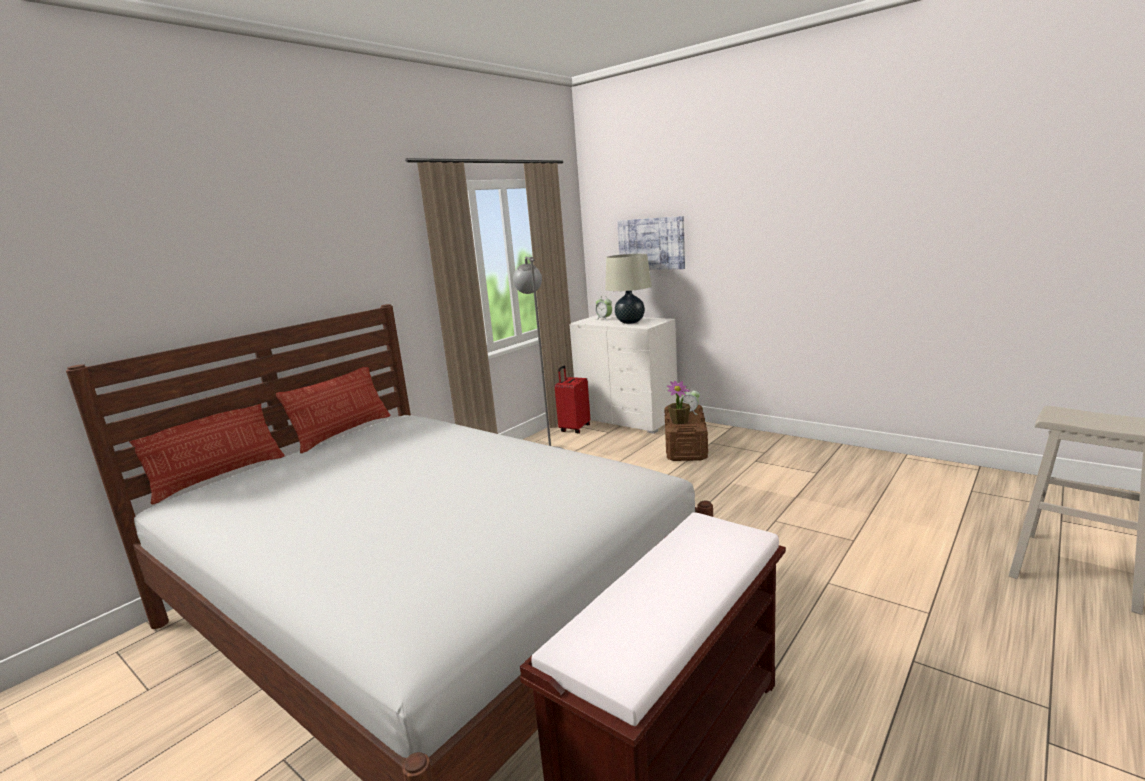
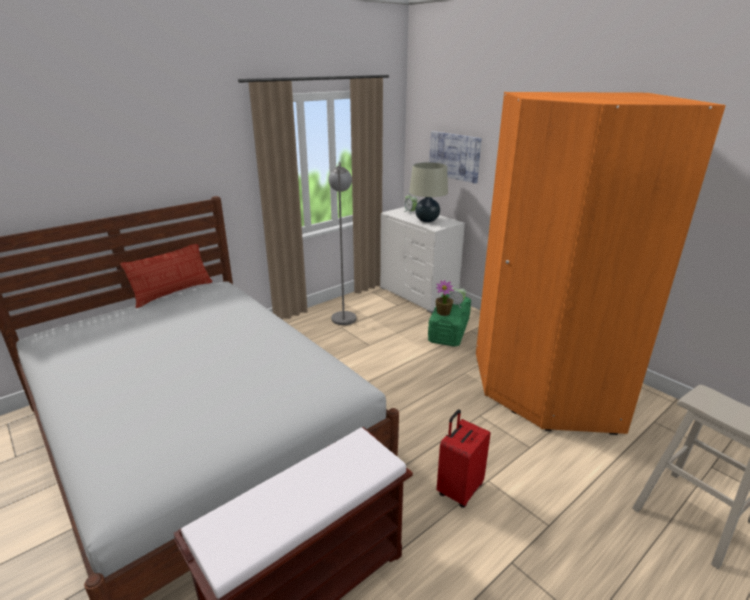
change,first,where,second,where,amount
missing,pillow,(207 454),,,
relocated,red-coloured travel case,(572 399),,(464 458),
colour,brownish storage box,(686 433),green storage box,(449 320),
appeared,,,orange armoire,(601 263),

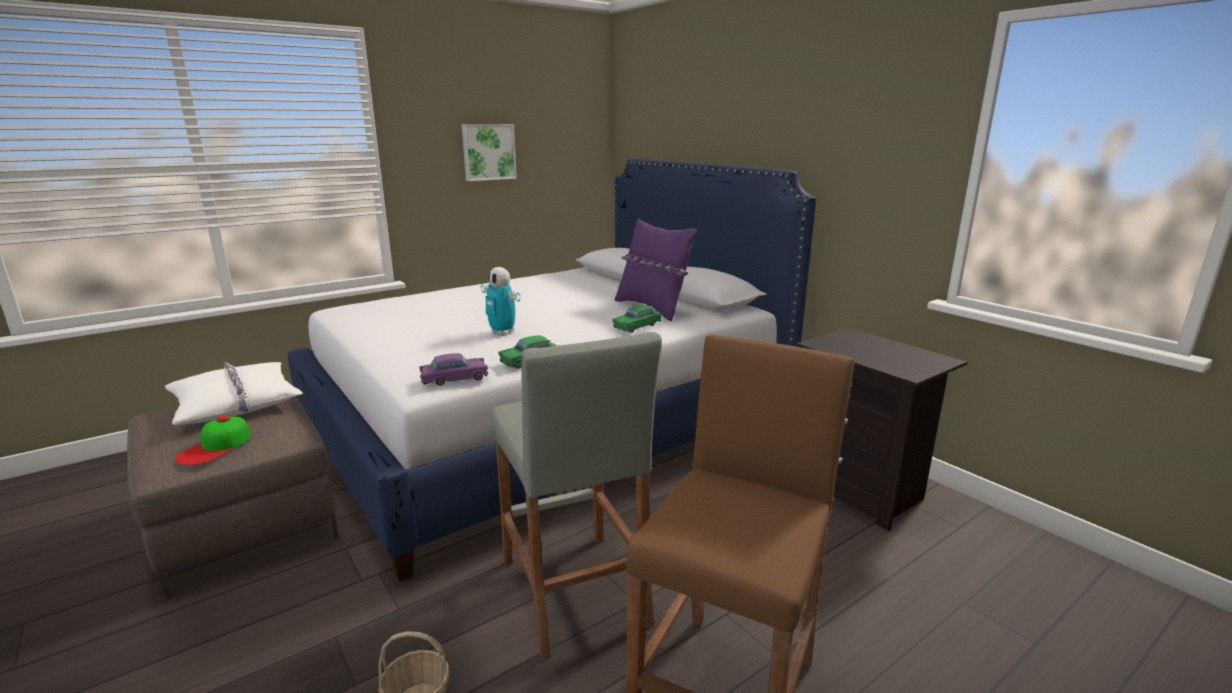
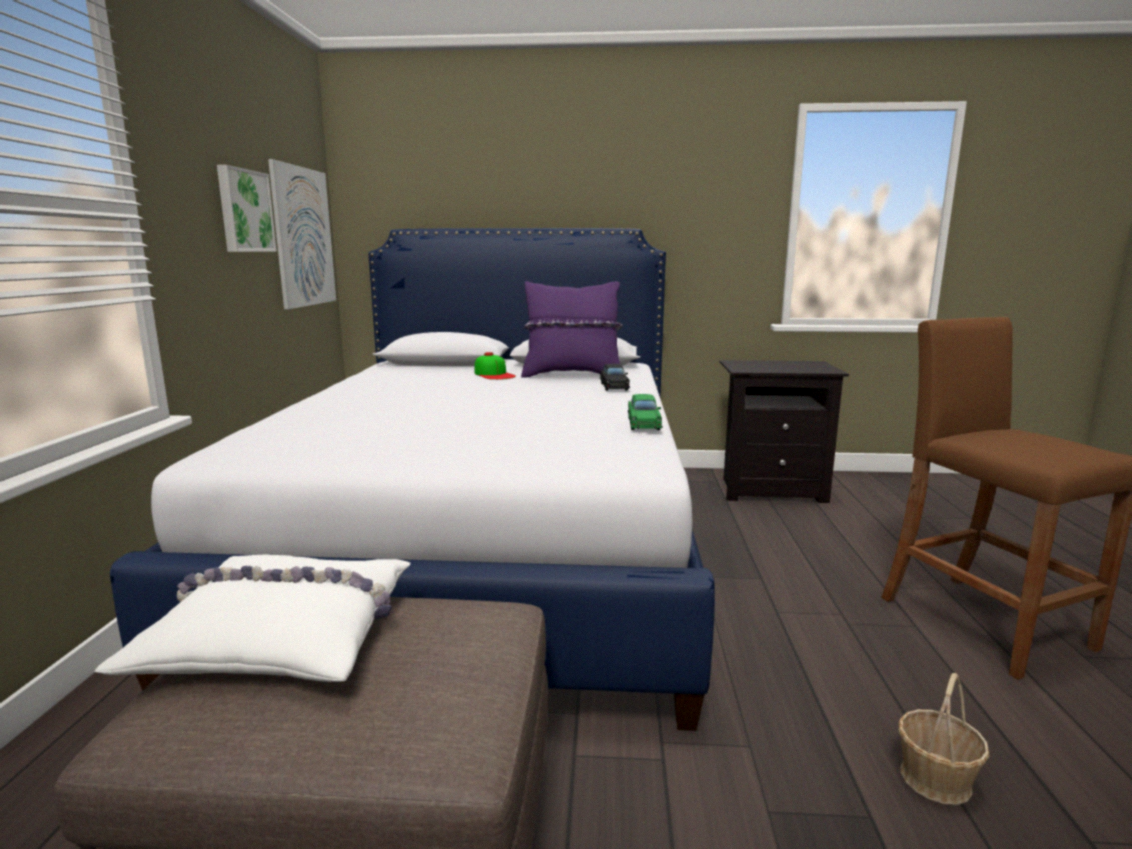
change,first,where,second,where,amount
relocated,cap,(213 440),,(495 366),
missing,purple miniature car,(453 369),,,
missing,toy robot,(501 301),,,
missing,gray stool seat,(577 496),,,
colour,green miniature car,(637 319),black miniature car,(615 377),
appeared,,,wall art,(302 234),

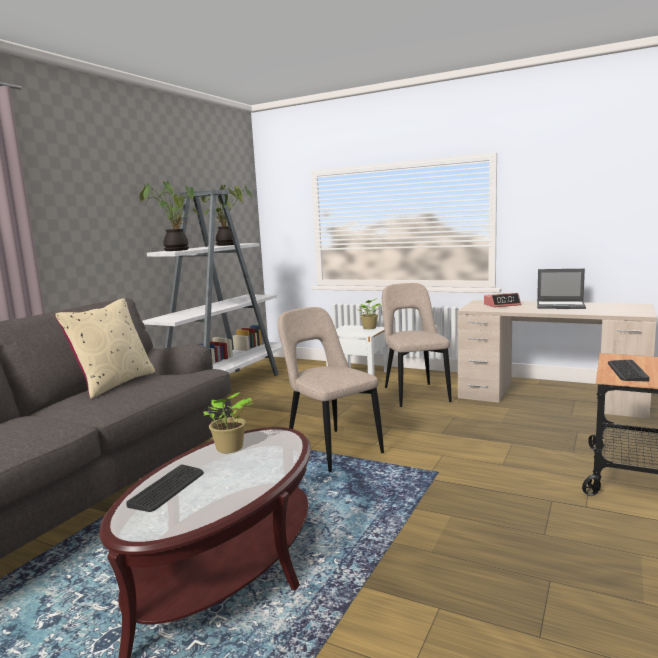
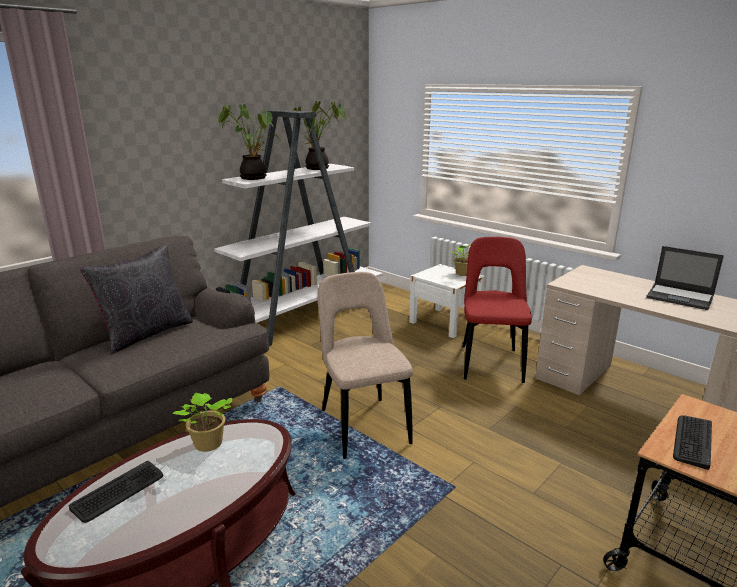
change,first,where,second,where,amount
colour,beige-coloured pillow,(105 348),black pillow,(136 299),
colour,beige-coloured chair,(417 345),red-coloured chair,(497 310),
missing,alarm clock,(502 300),,,

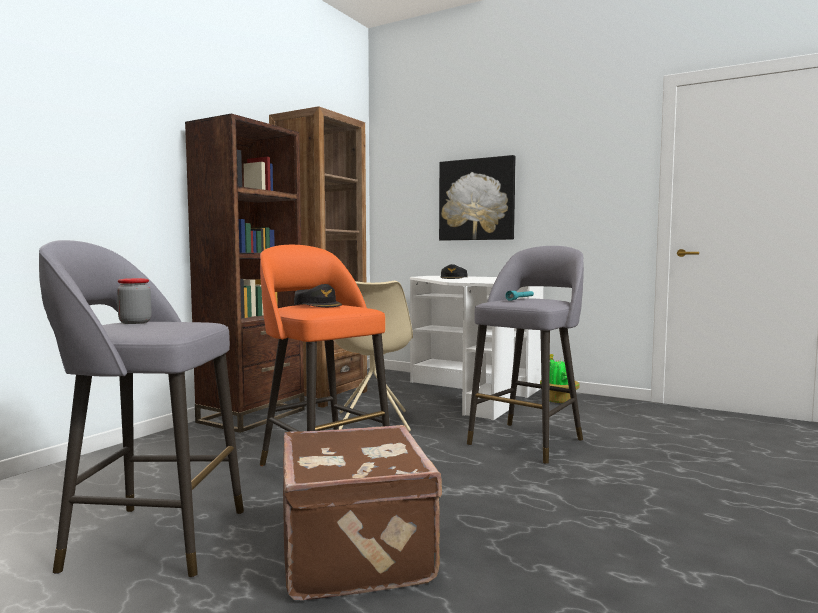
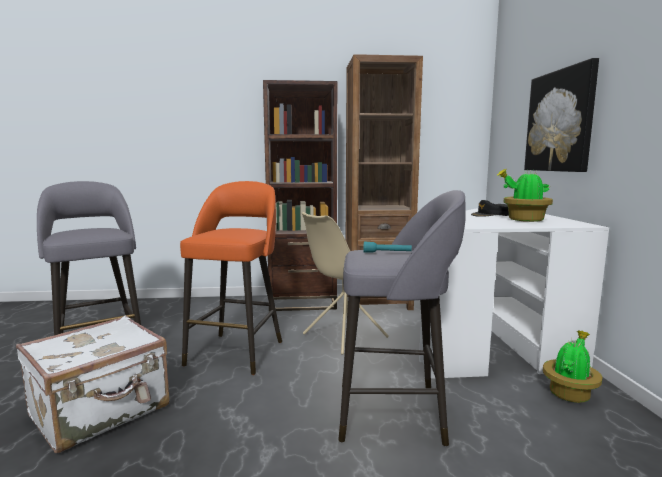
change,first,where,second,where,amount
missing,jar,(134 301),,,
colour,brownish travel case,(362 512),white travel case,(93 384),
missing,black cap,(318 295),,,
appeared,,,potted plant,(525 195),

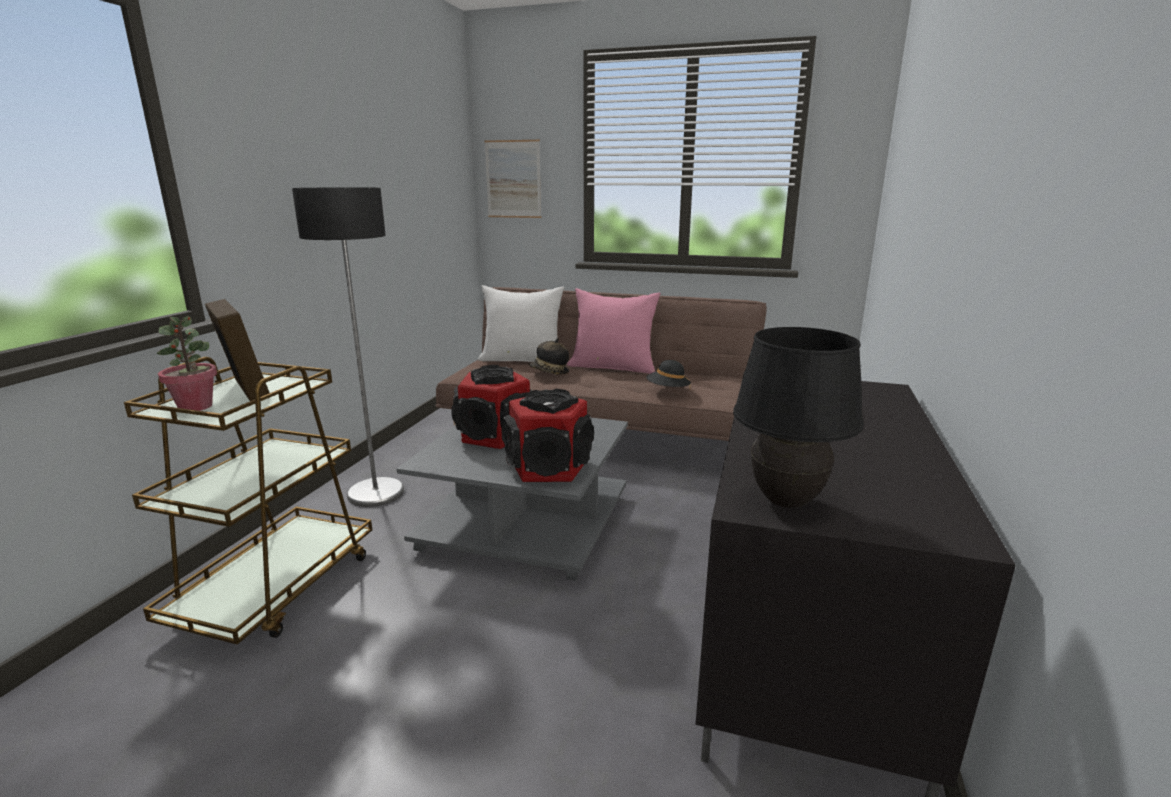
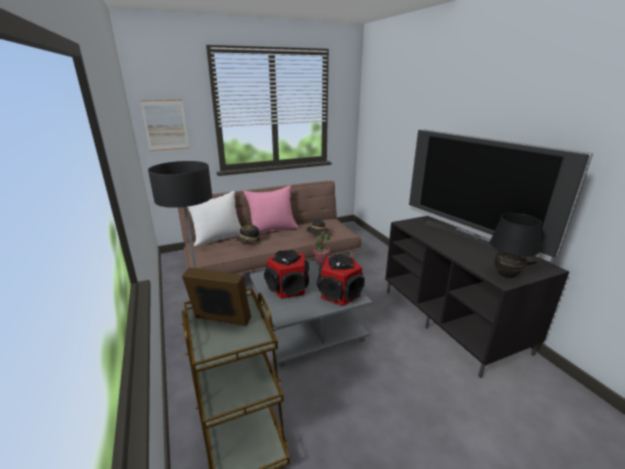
change,first,where,second,where,amount
relocated,potted plant,(187 363),,(322 248),
appeared,,,TV,(501 197),

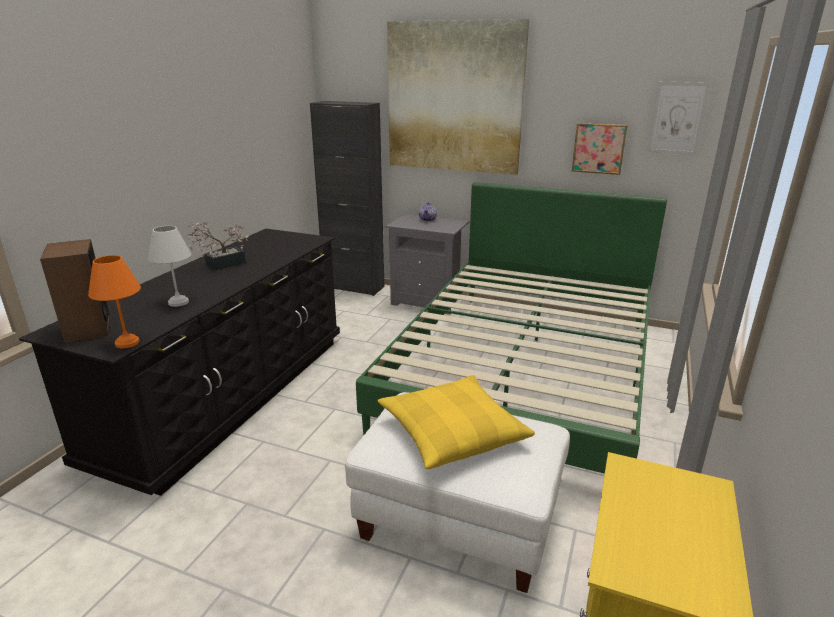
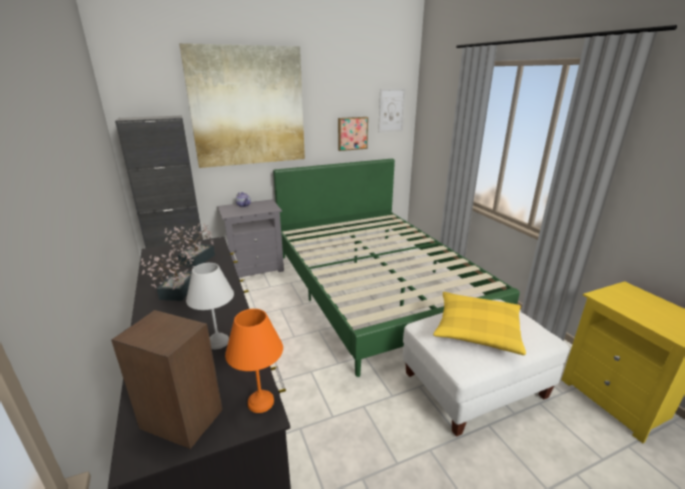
change,first,where,second,where,amount
appeared,,,potted plant,(189 246),

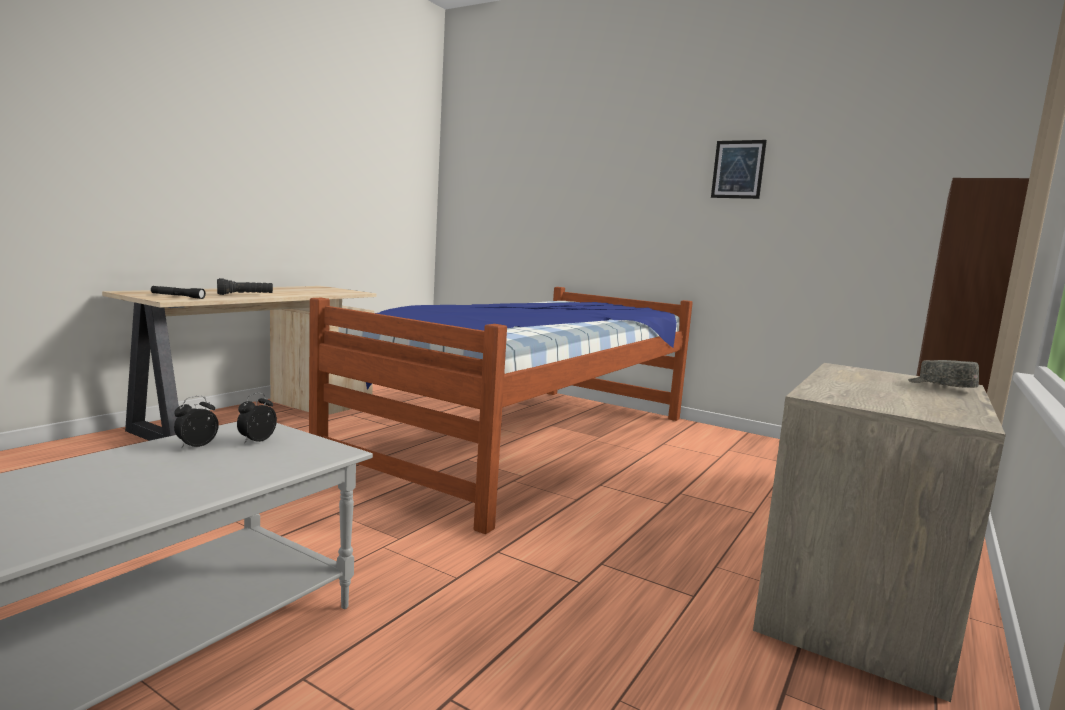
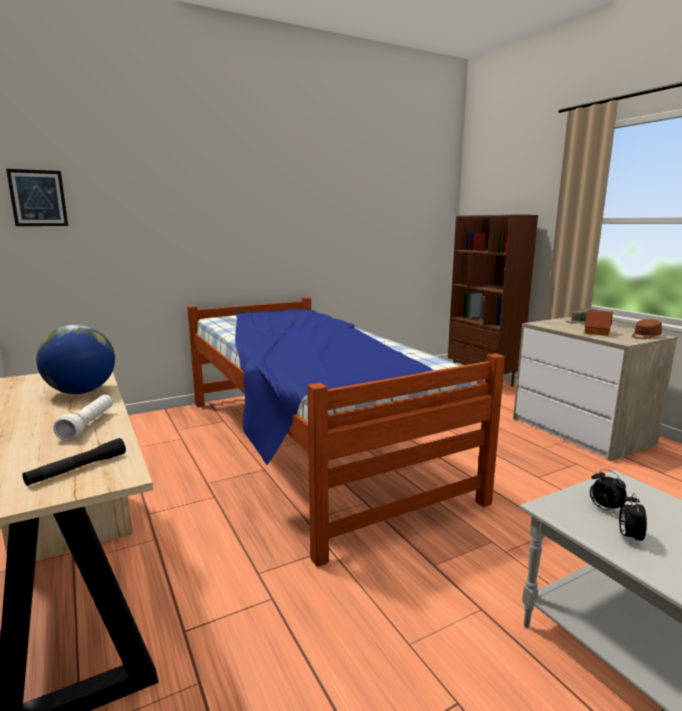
change,first,where,second,where,amount
spun,alarm clock,(196 422),,(633 518),45 degrees clockwise
colour,black hand torch,(245 286),white hand torch,(83 418),
relocated,wall art,(739 169),,(37 197),
appeared,,,world globe,(75 359),
appeared,,,model house,(598 323),
appeared,,,brownish cap,(647 329),

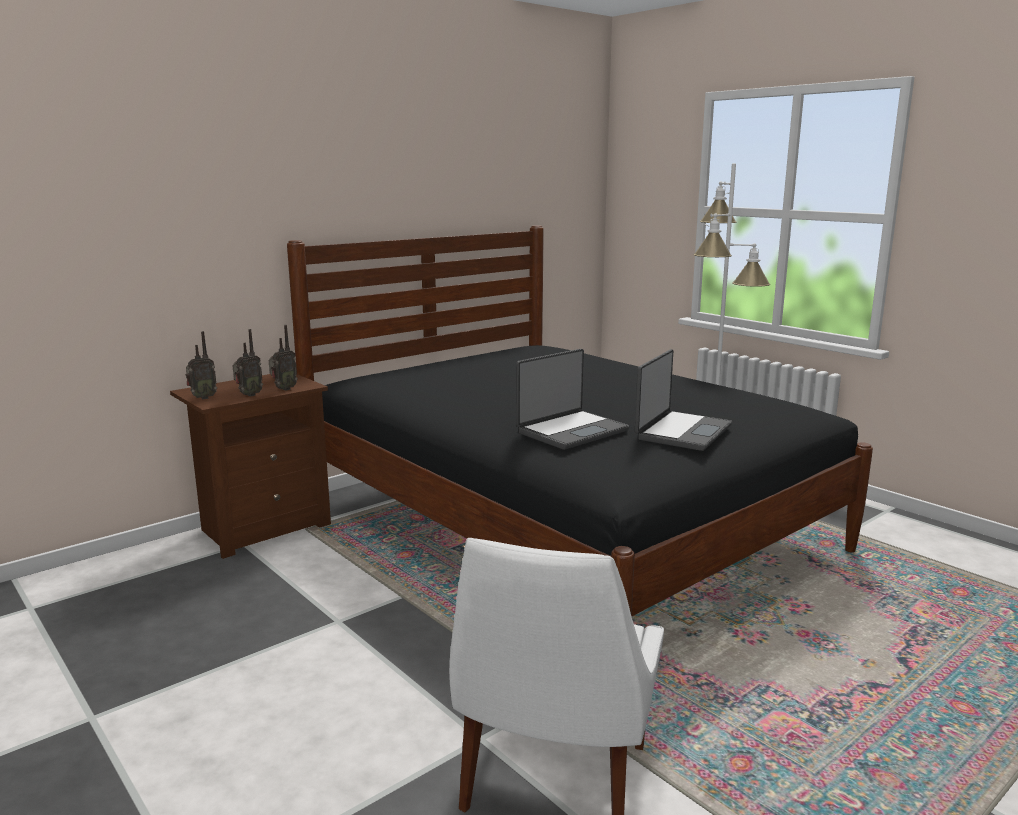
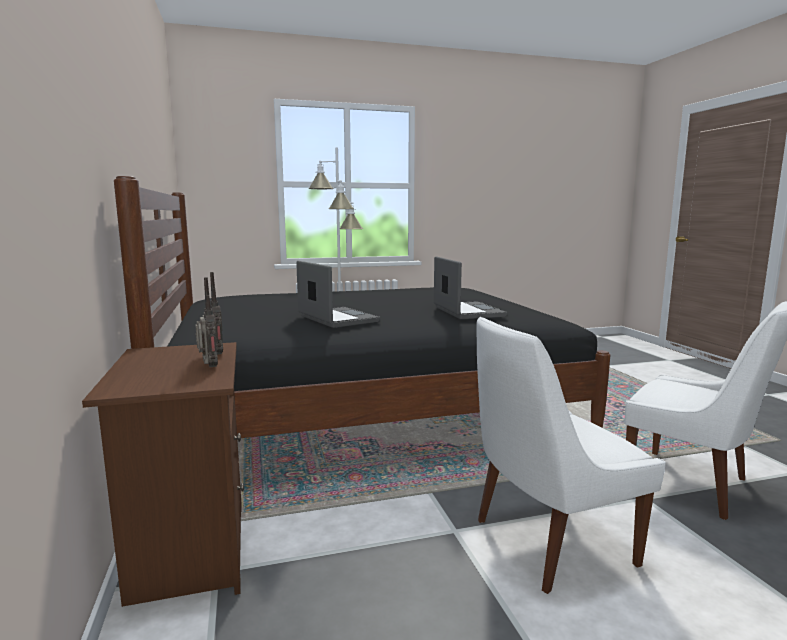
change,first,where,second,where,amount
missing,radio,(201 365),,,
relocated,laptop,(683 400),,(338 294),
appeared,,,white chair,(571 455),

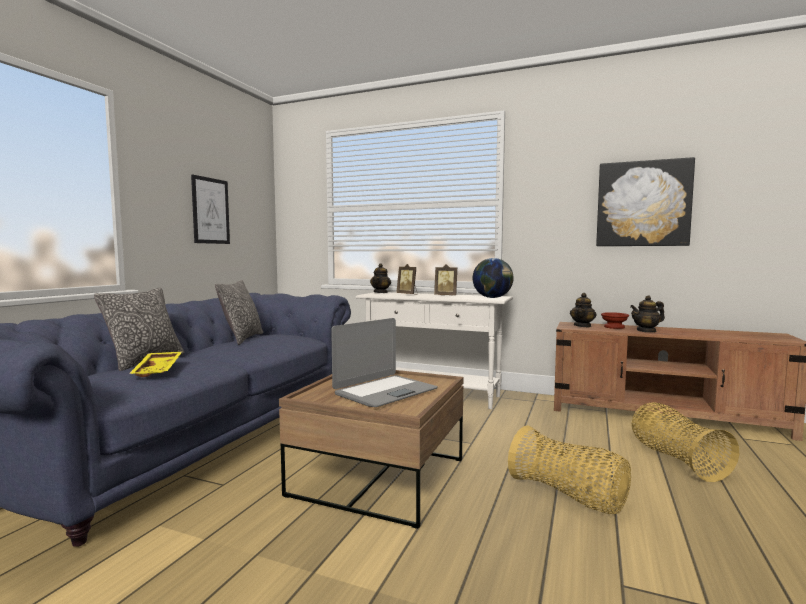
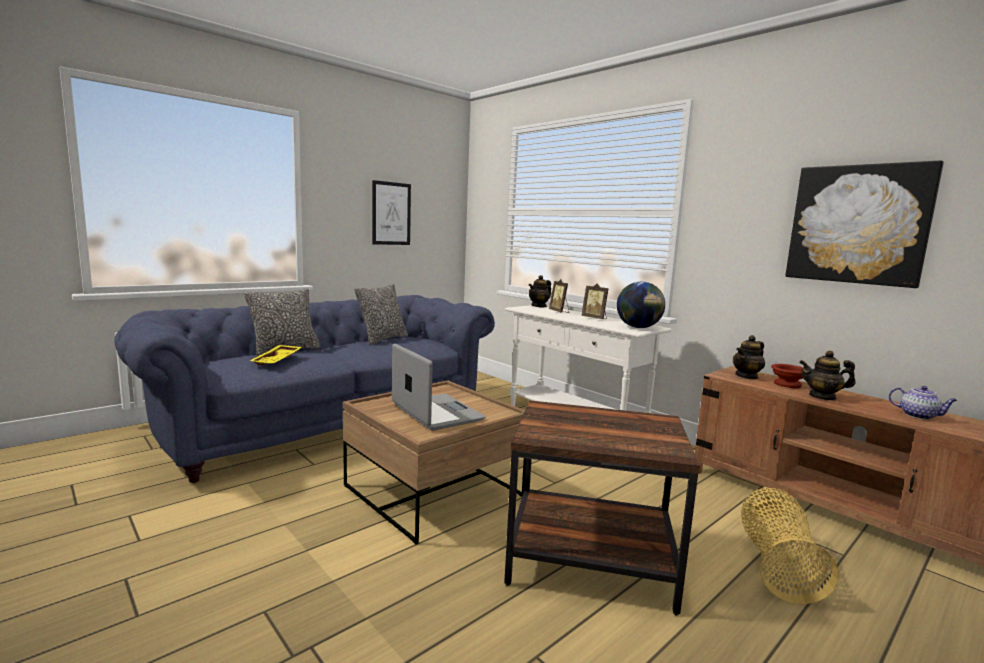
change,first,where,second,where,amount
spun,laptop,(384 362),,(439 387),105 degrees counterclockwise
exchanged,basket,(569 469),brownish accent table,(602 508),
appeared,,,tea pot,(923 403),

